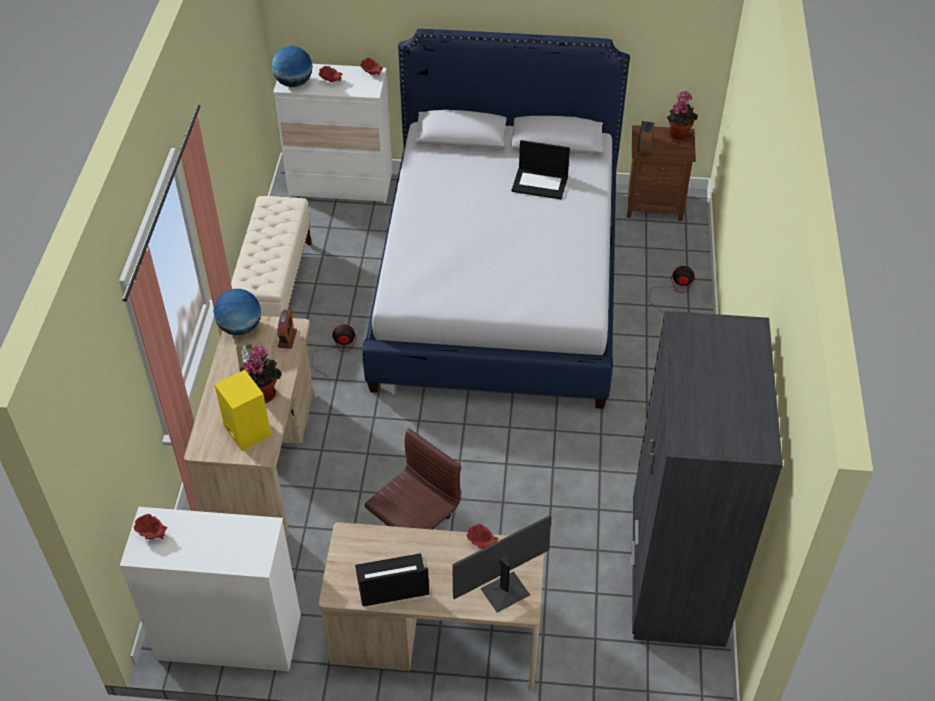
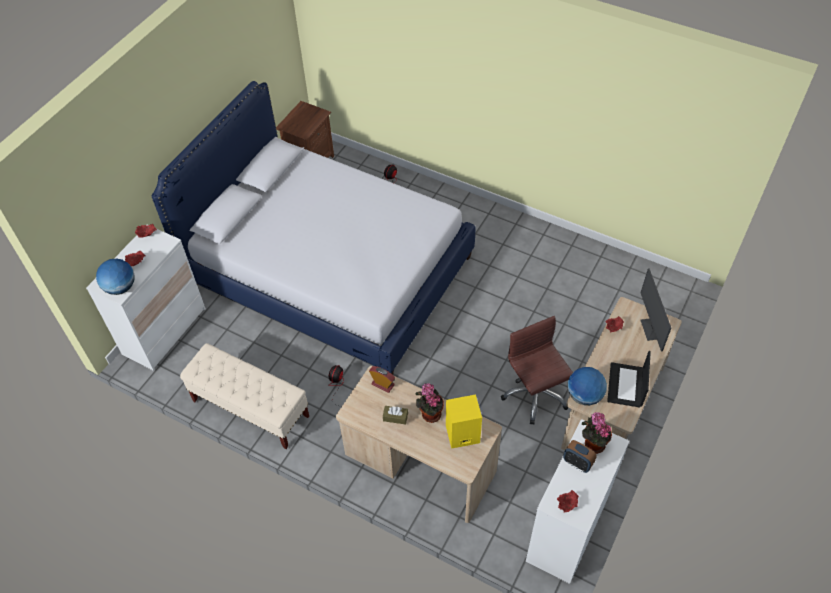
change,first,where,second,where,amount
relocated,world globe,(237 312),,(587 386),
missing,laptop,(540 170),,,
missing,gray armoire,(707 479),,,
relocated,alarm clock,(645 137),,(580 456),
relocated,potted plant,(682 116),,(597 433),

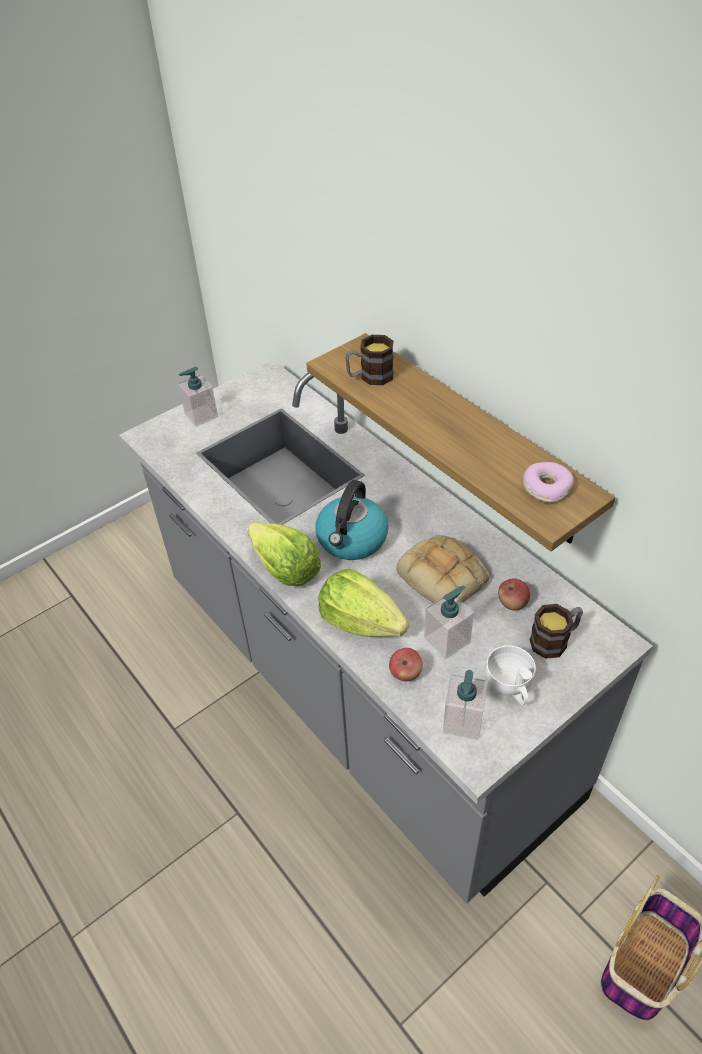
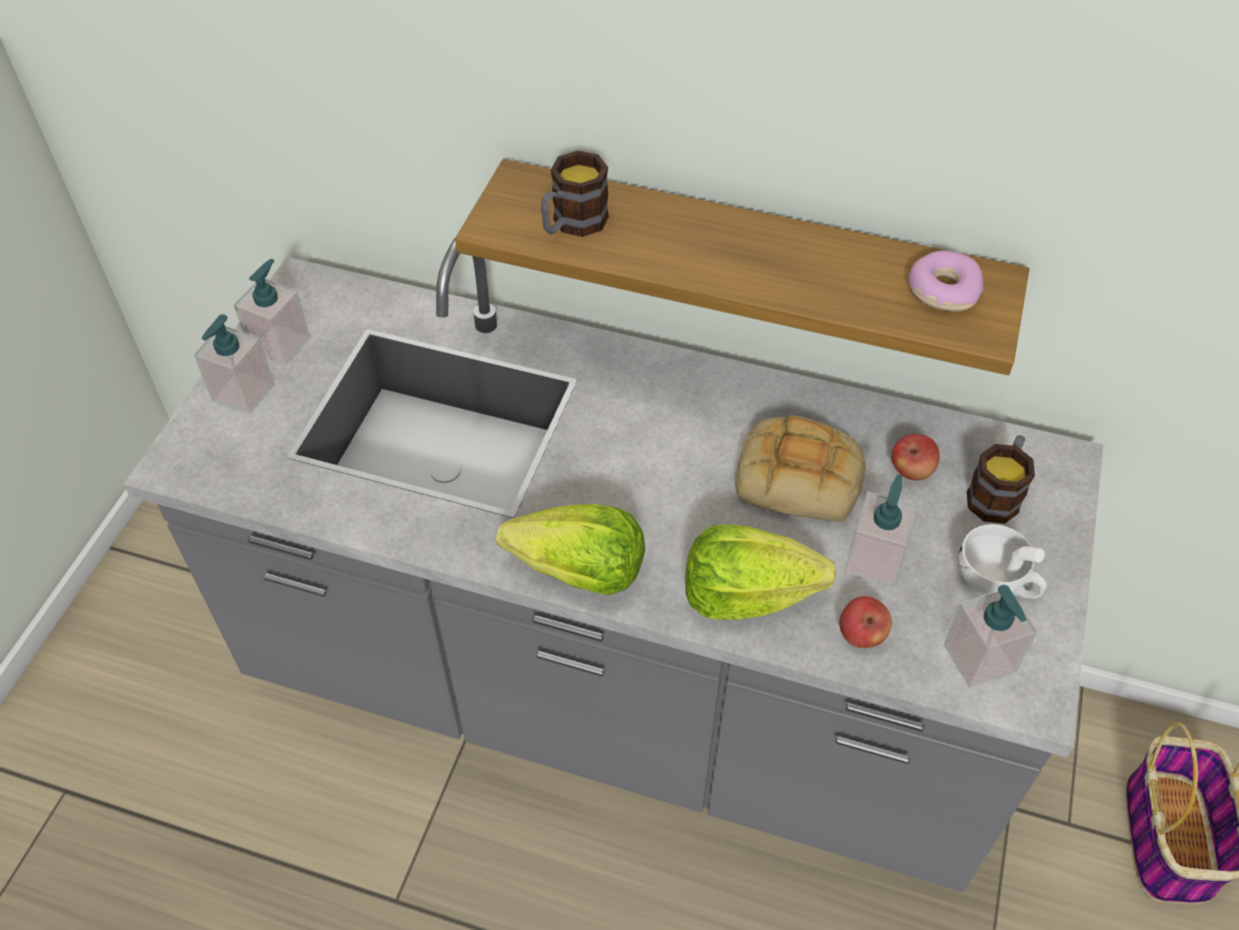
change,first,where,second,where,amount
missing,water kettle,(352 520),,,
appeared,,,soap bottle,(272 312),

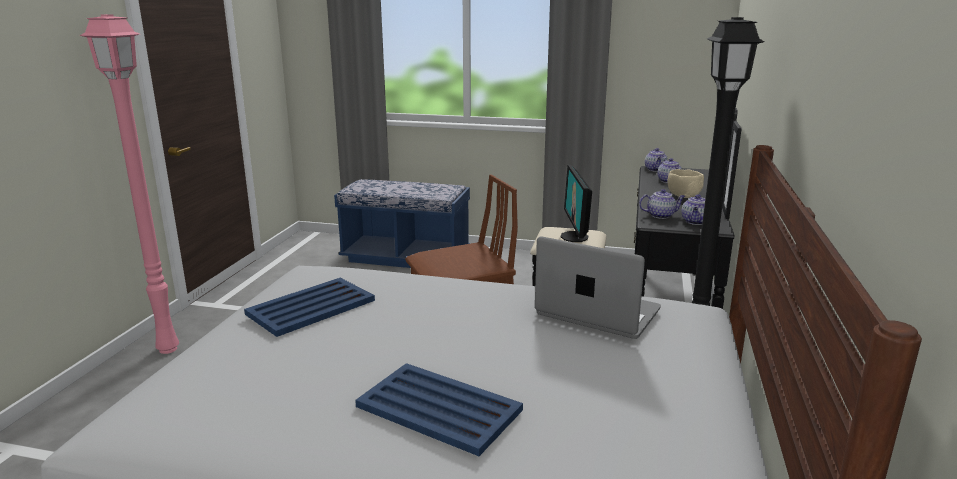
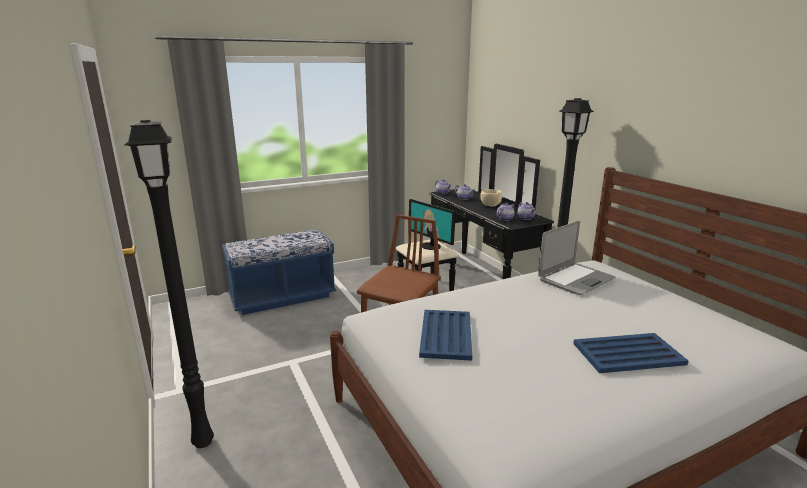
change,first,where,second,where,amount
colour,pinkish standing lamp,(129 184),black standing lamp,(169 283),
spun,laptop,(598 287),,(576 258),150 degrees clockwise

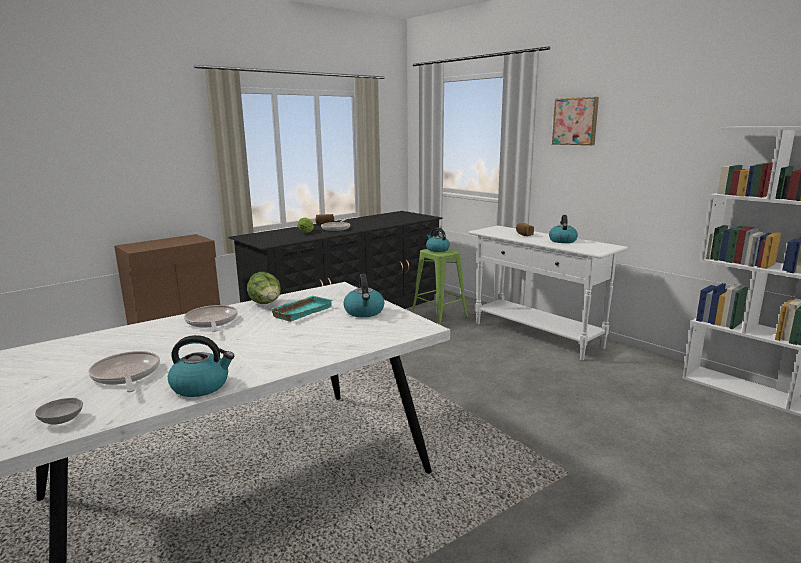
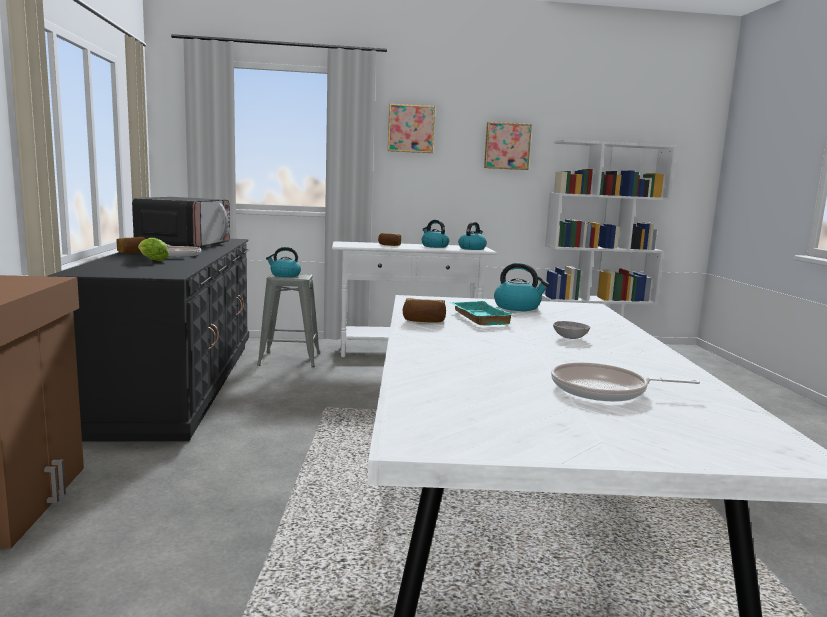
change,first,where,second,where,amount
relocated,gray serving bowl,(59 411),,(571 330),
relocated,water kettle,(201 366),,(472 236),
missing,frying pan,(211 318),,,
exchanged,head of lettuce,(264 288),baked bread,(424 310),
colour,green stool seat,(440 287),gray stool seat,(288 320),
appeared,,,microwave,(181 222),
appeared,,,wall art,(508 146),

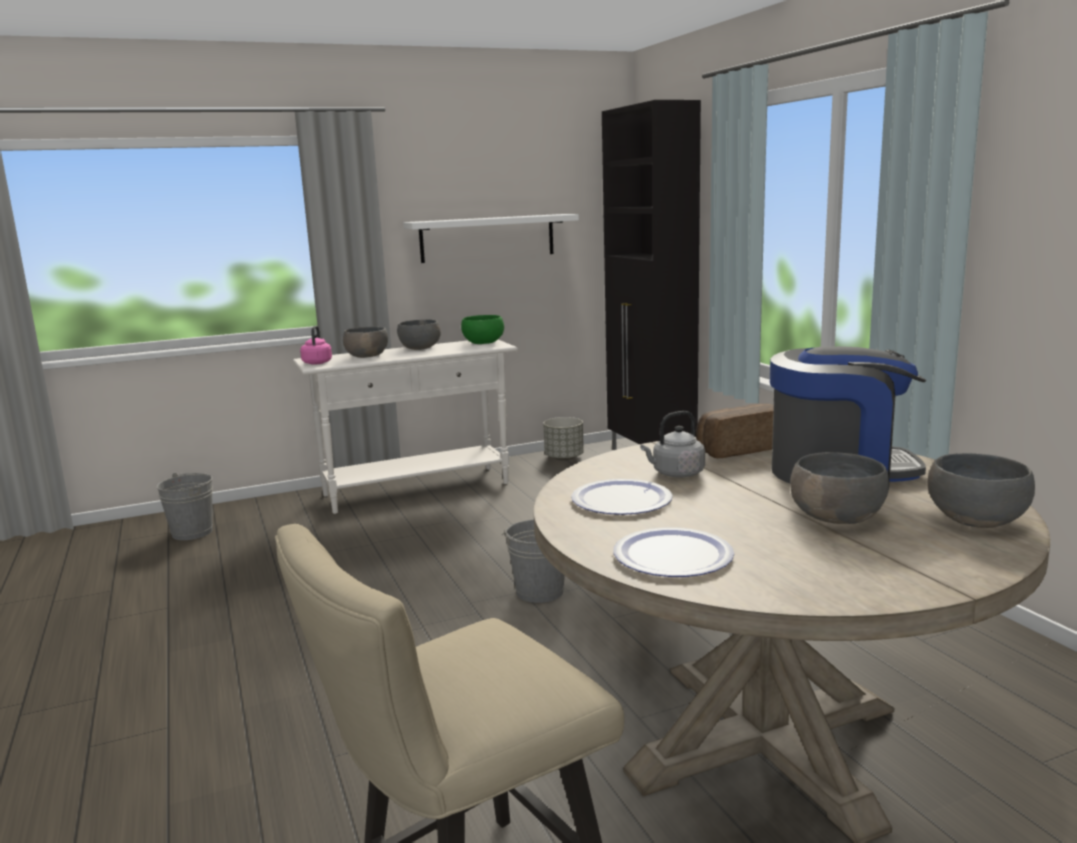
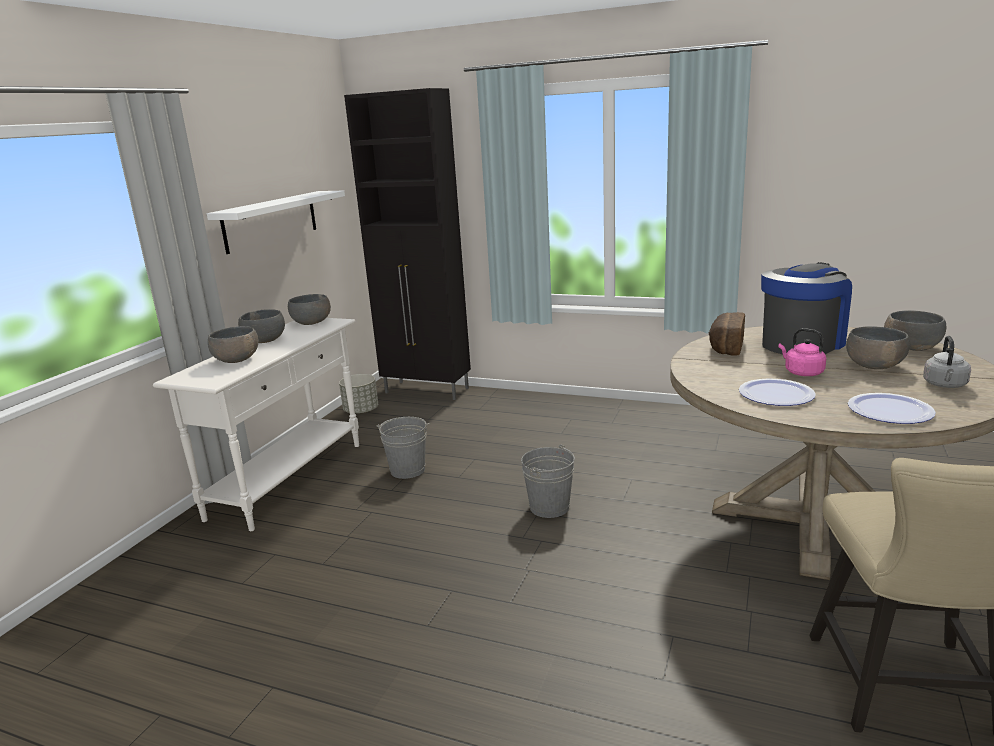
change,first,where,second,where,amount
relocated,gray water bucket,(185 506),,(403 448),
relocated,pinkish water kettle,(316 345),,(802 352),
colour,green serving bowl,(482 329),gray serving bowl,(309 309),
relocated,gray water kettle,(672 444),,(947 362),

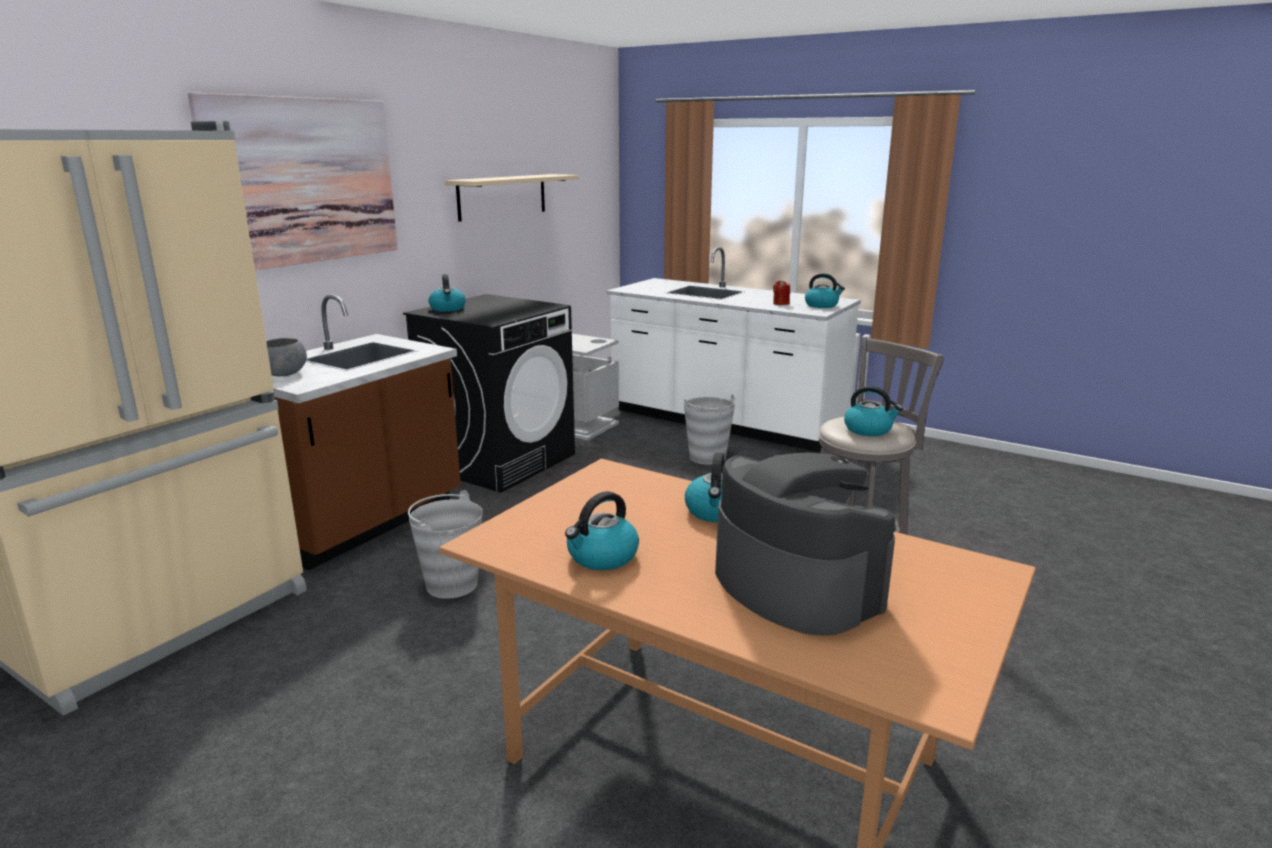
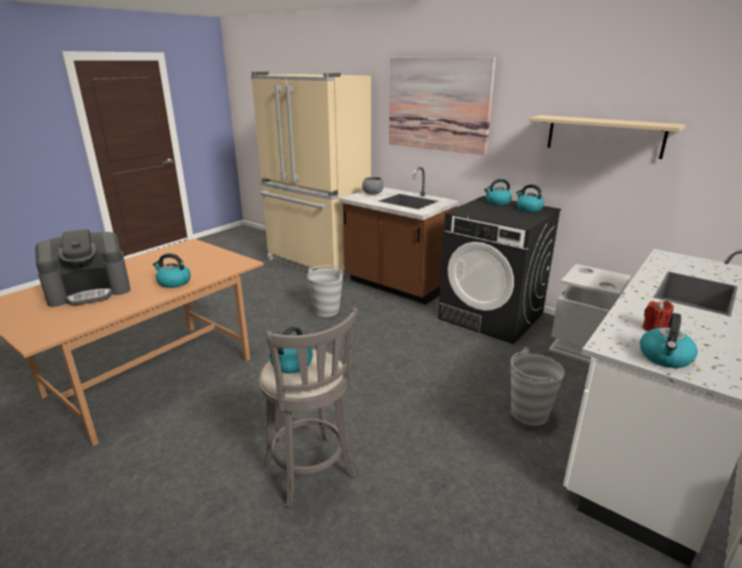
change,first,where,second,where,amount
relocated,water kettle,(602 530),,(530 198),

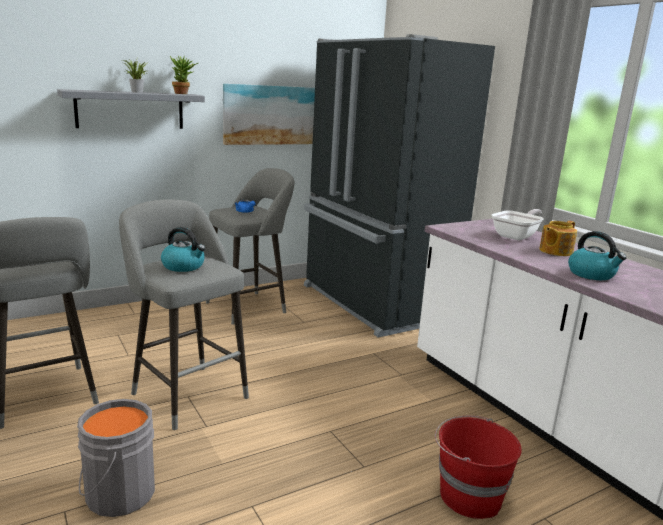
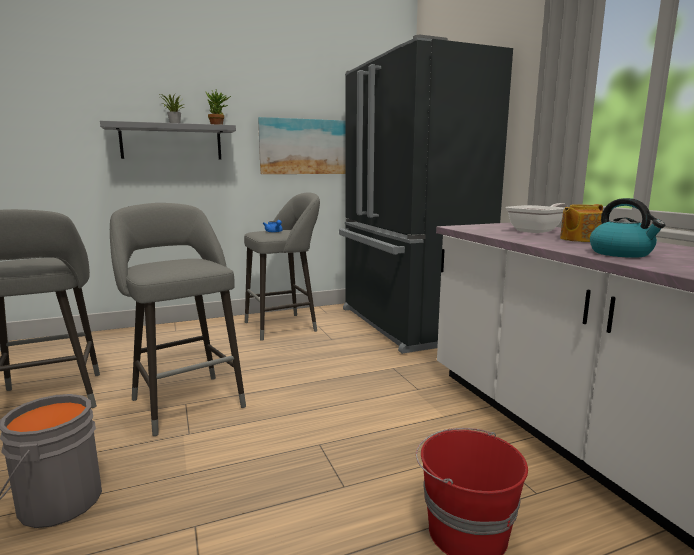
change,first,where,second,where,amount
missing,water kettle,(183 249),,,

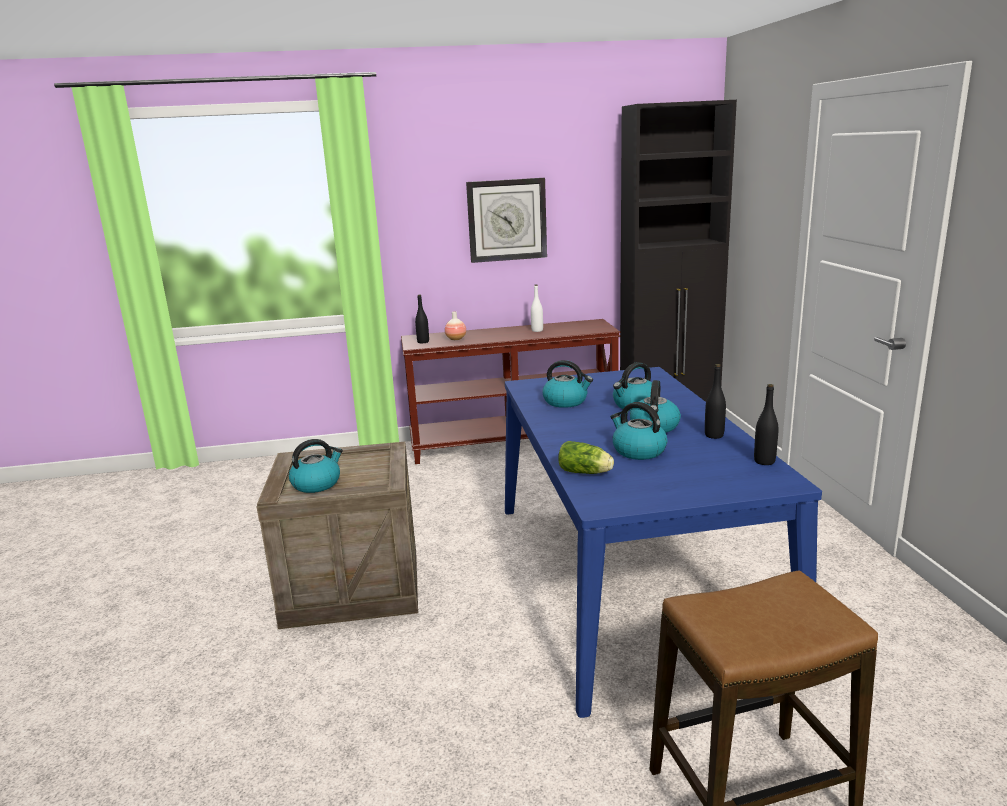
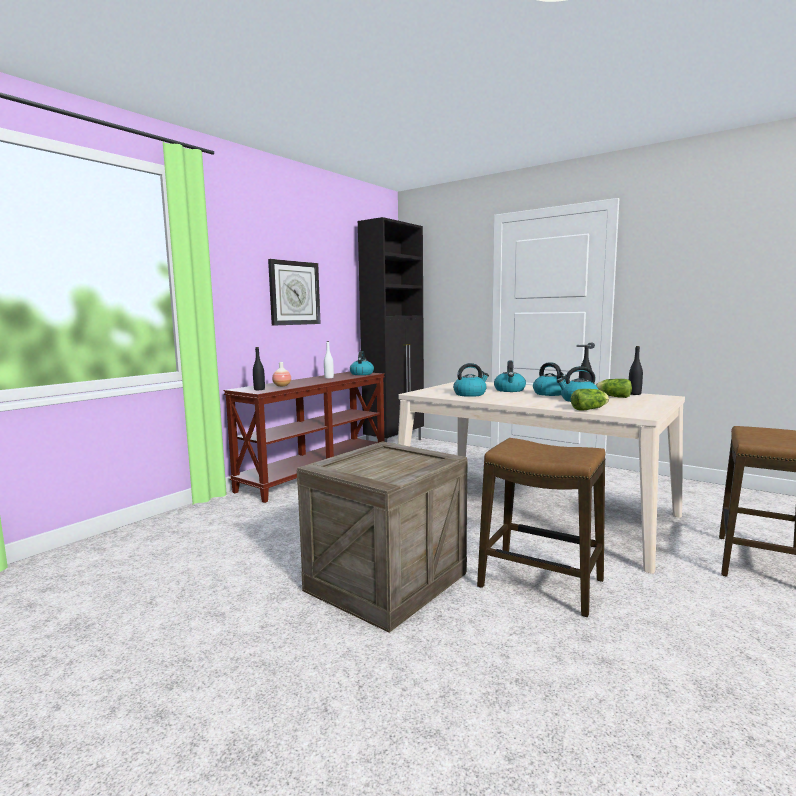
change,first,where,second,where,amount
relocated,water kettle,(316 466),,(362 363),
colour,blue-coloured dining table,(663 542),beige-coloured dining table,(541 478),
appeared,,,stool seat,(541 527),
appeared,,,head of lettuce,(614 388),

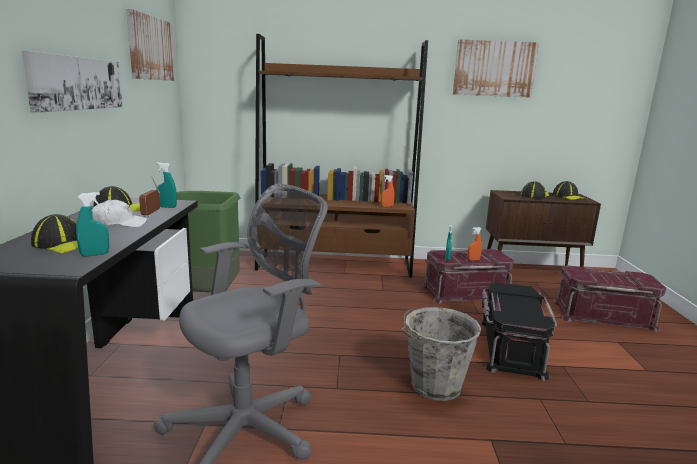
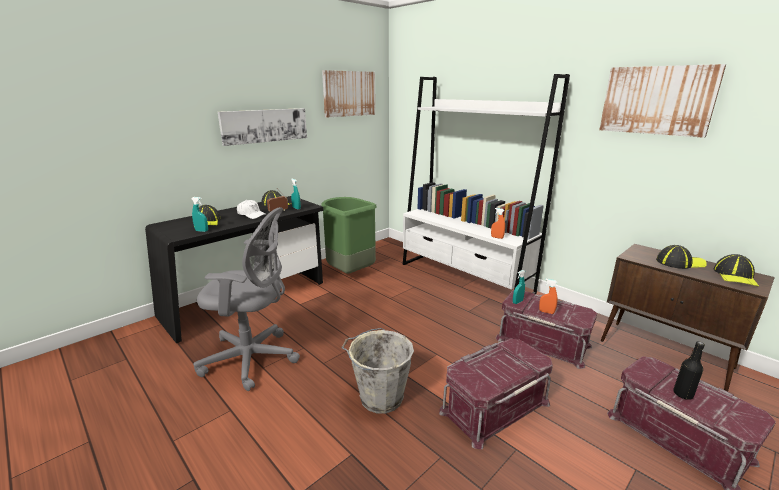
change,first,where,second,where,amount
colour,brownish bookshelf,(341 156),white bookshelf,(486 184),
colour,black storage box,(519 331),red-coloured storage box,(496 394),
appeared,,,black beverage bottle,(689 370),

